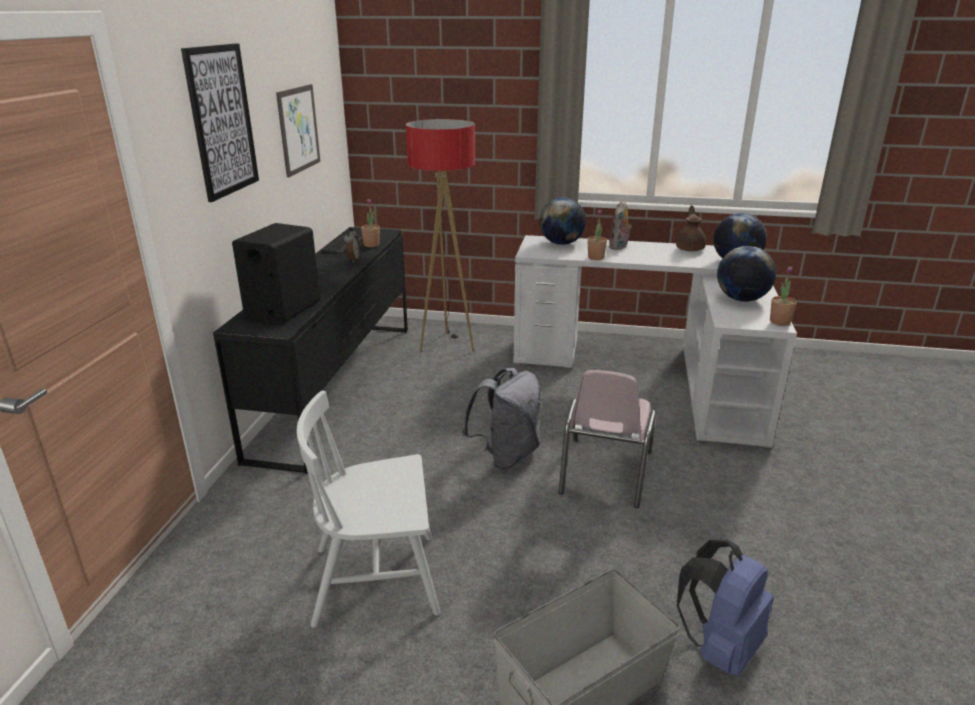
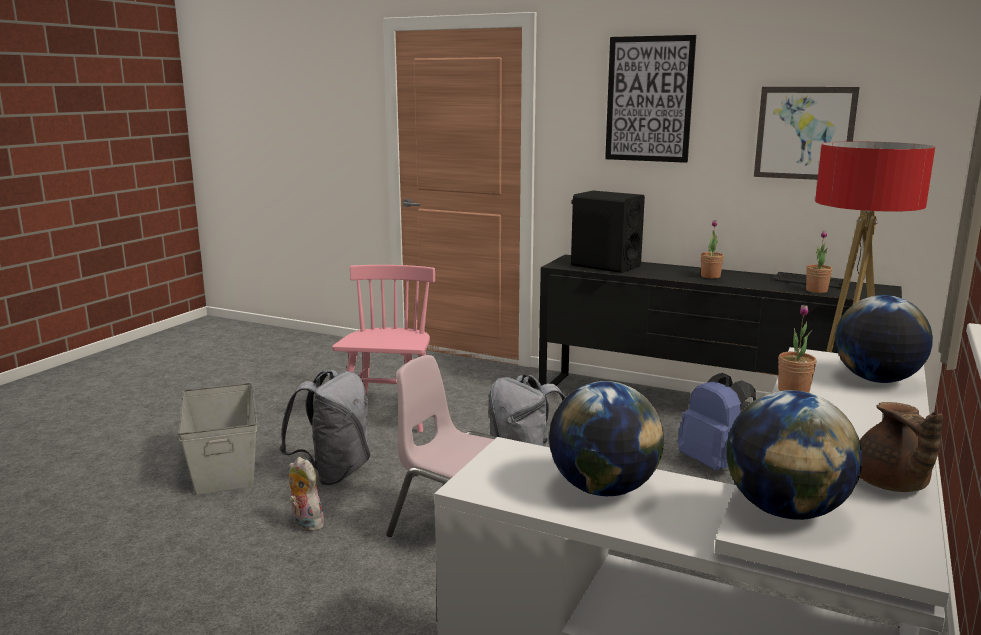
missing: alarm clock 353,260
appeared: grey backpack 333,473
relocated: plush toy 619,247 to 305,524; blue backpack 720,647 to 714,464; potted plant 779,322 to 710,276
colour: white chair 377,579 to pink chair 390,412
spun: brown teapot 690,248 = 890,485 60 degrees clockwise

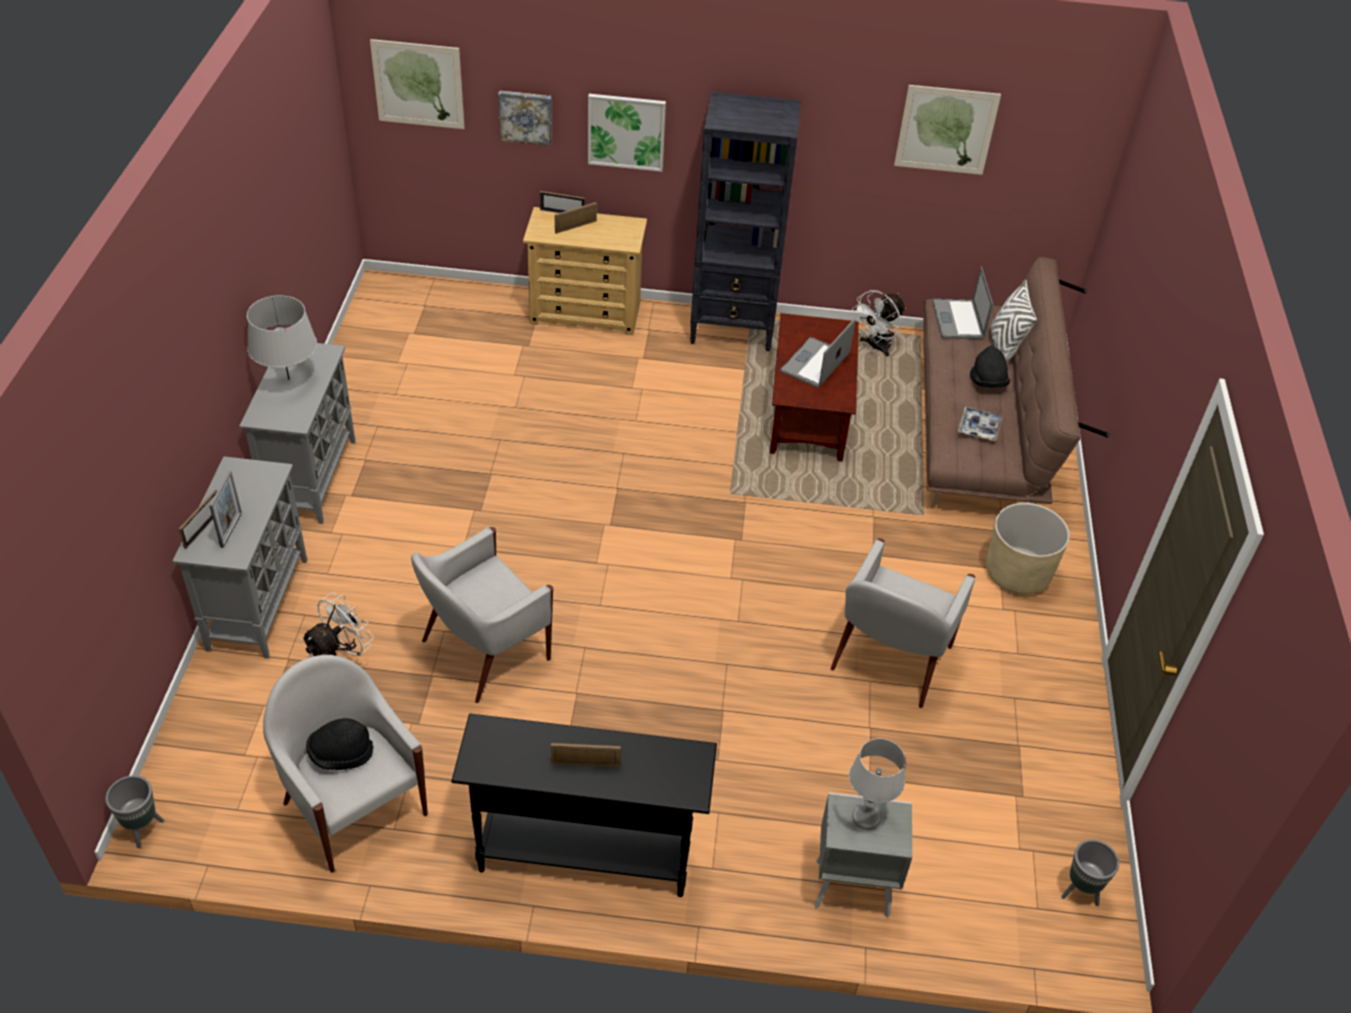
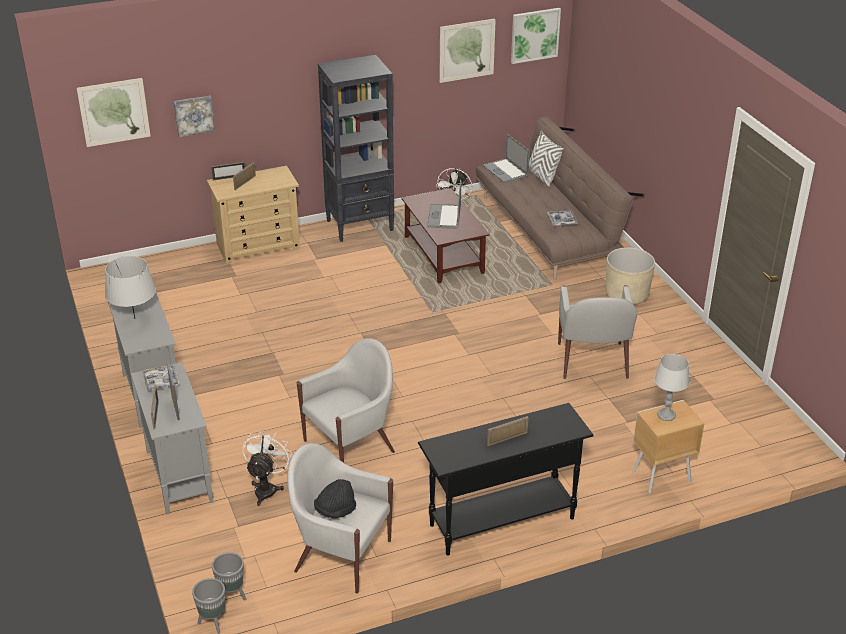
missing: black hat 987,382
appeared: tray 161,381
relocated: grey planter 1080,893 to 232,597; picture 626,131 to 534,35
colour: grey nightstand 850,887 to brown nightstand 659,476
spun: white armchair 483,651 = 351,446 150 degrees counterclockwise

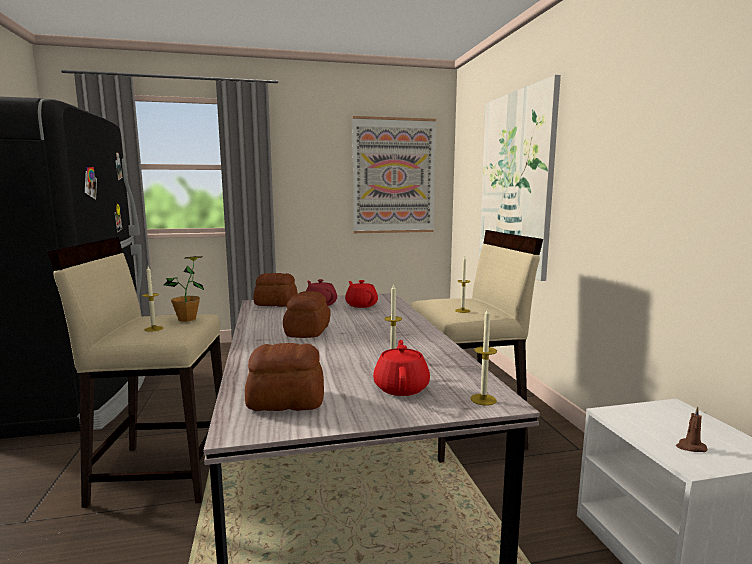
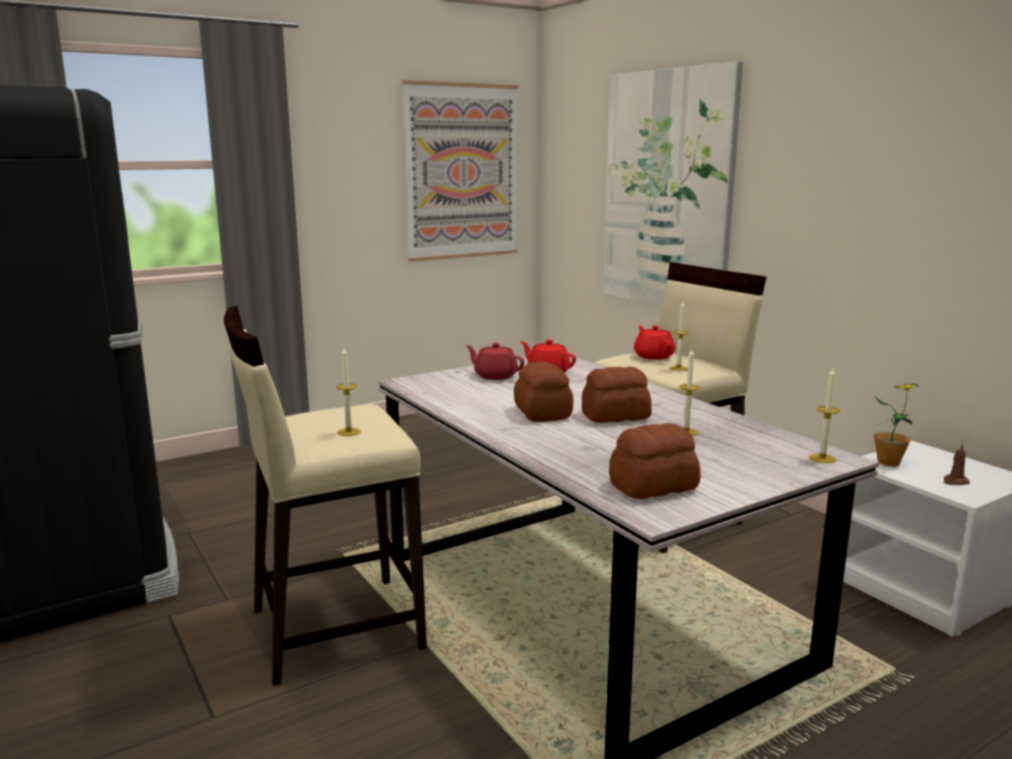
relocated: bread 276,304 to 614,416; red teapot 401,387 to 653,356; potted plant 187,319 to 888,462

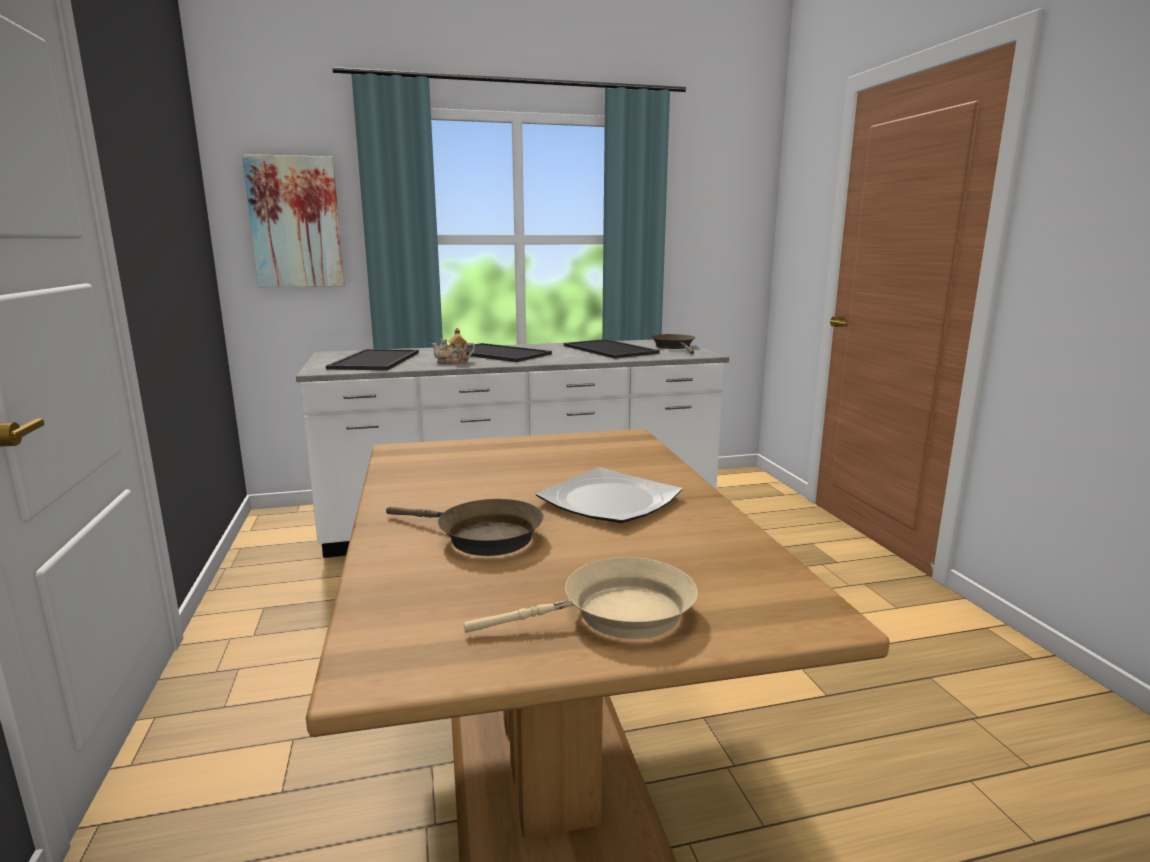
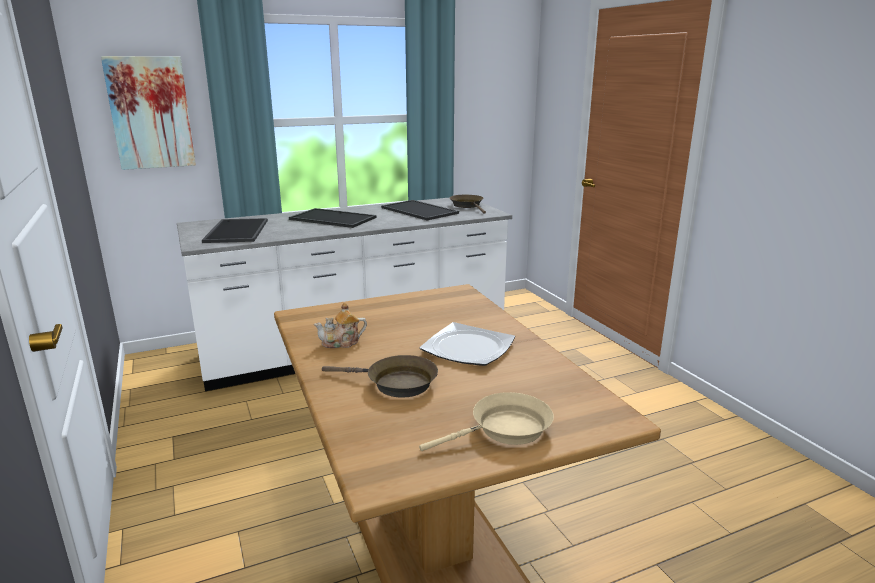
relocated: teapot 453,362 to 341,342

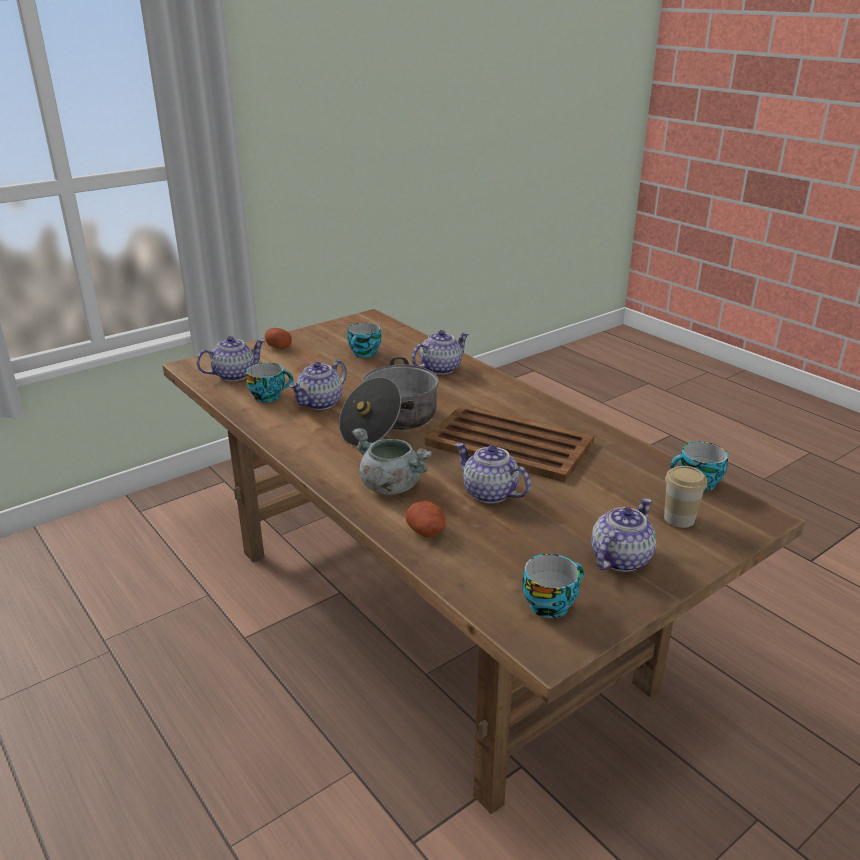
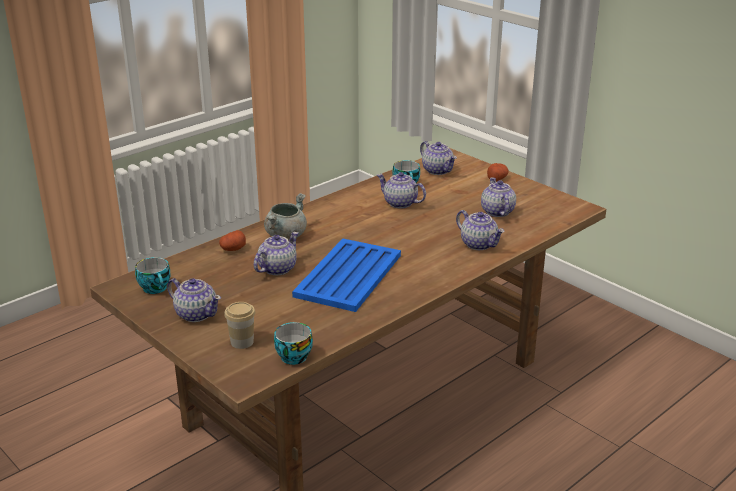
missing: cooking pot 390,423
exchanged: cup 364,353 to teapot 496,211
colour: brown tray 508,443 to blue tray 349,275

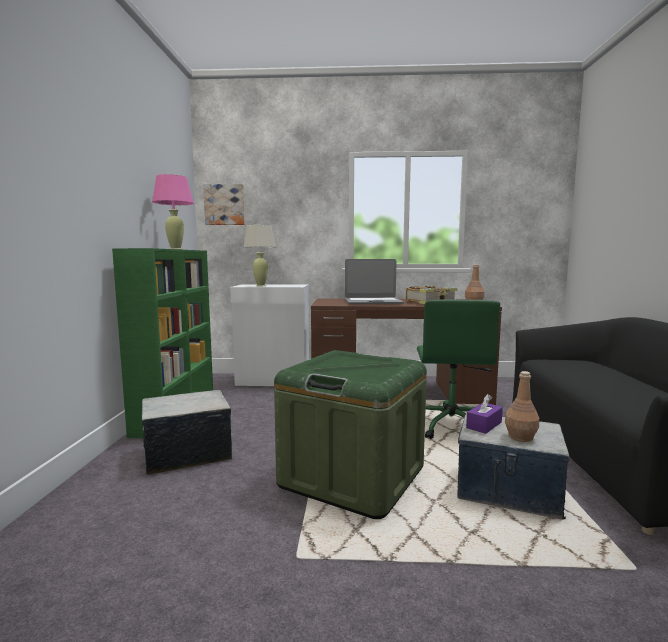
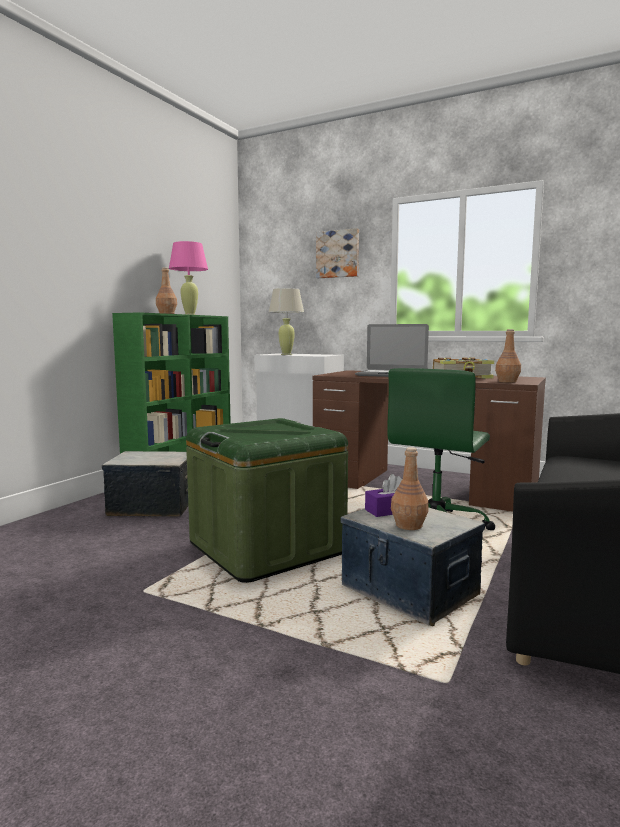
appeared: brown bottle 167,313
relocated: picture 224,205 to 338,254

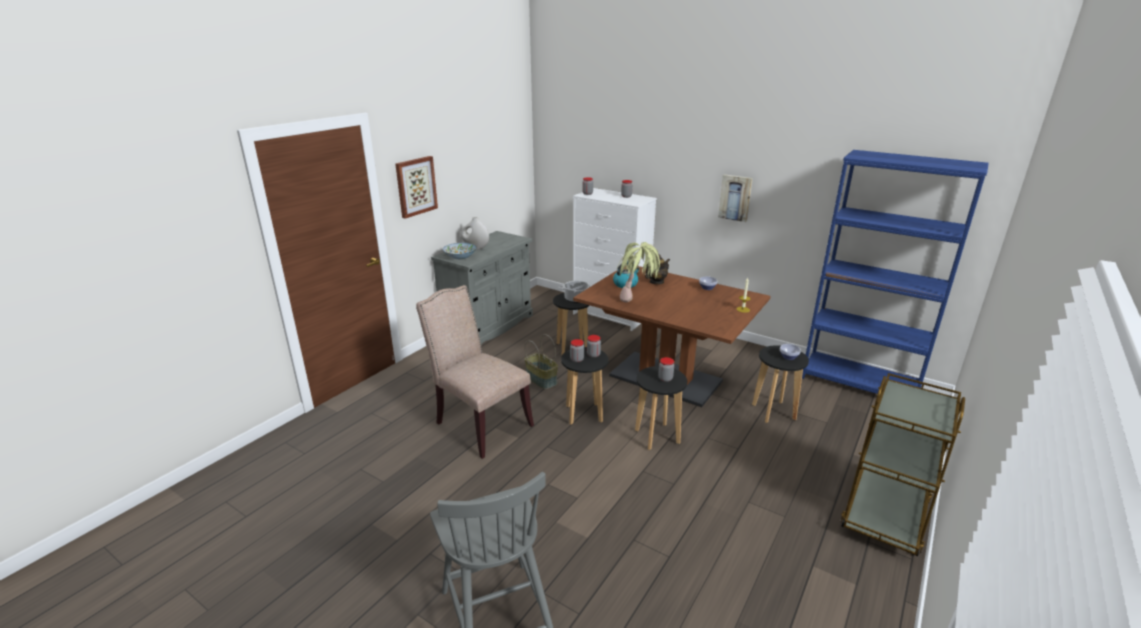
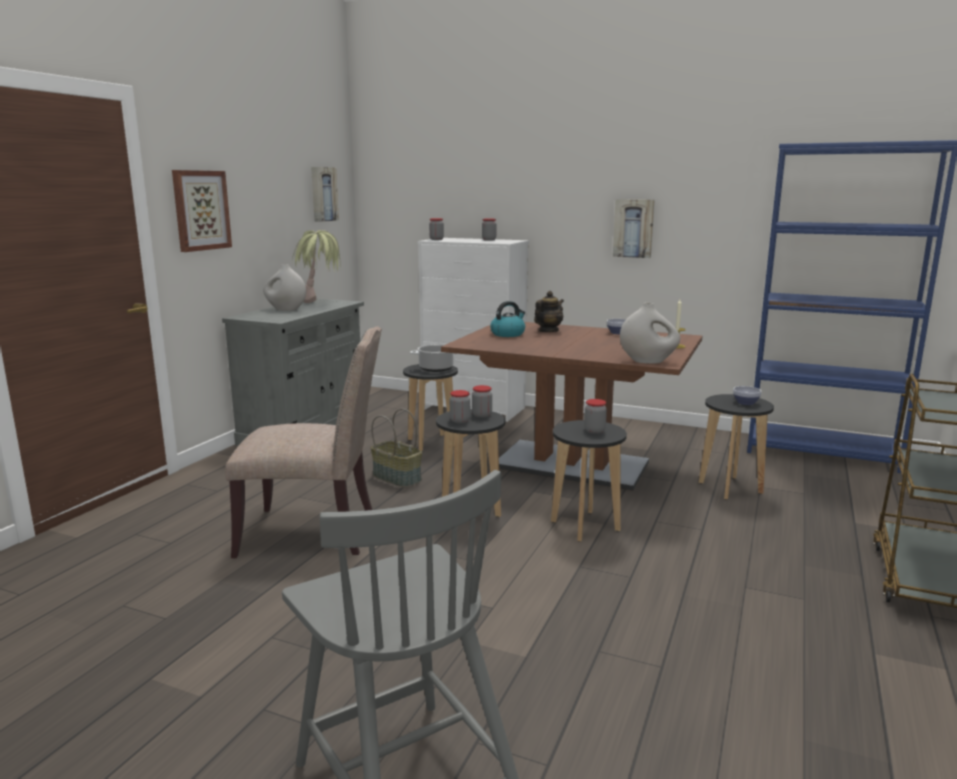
missing: bowl 460,257
appeared: picture 323,194; white vase 648,361
relocated: potted plant 637,305 to 320,304
spun: beige chair 479,424 = 315,533 150 degrees clockwise

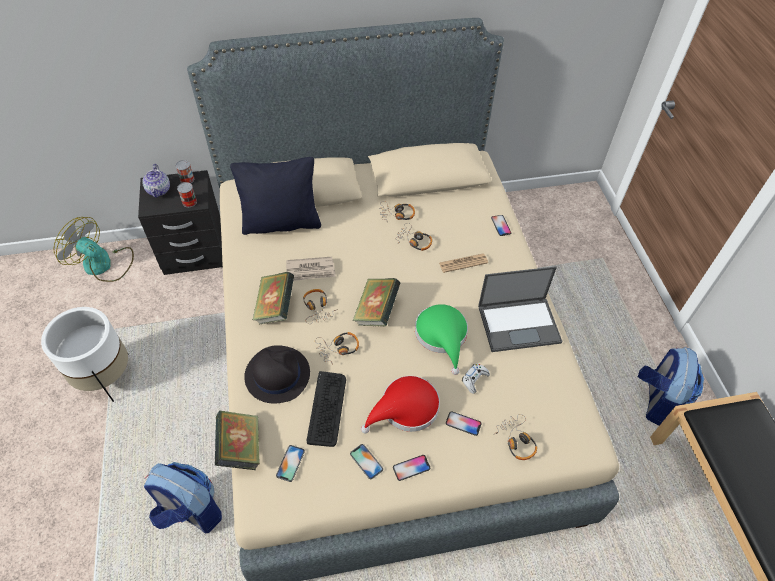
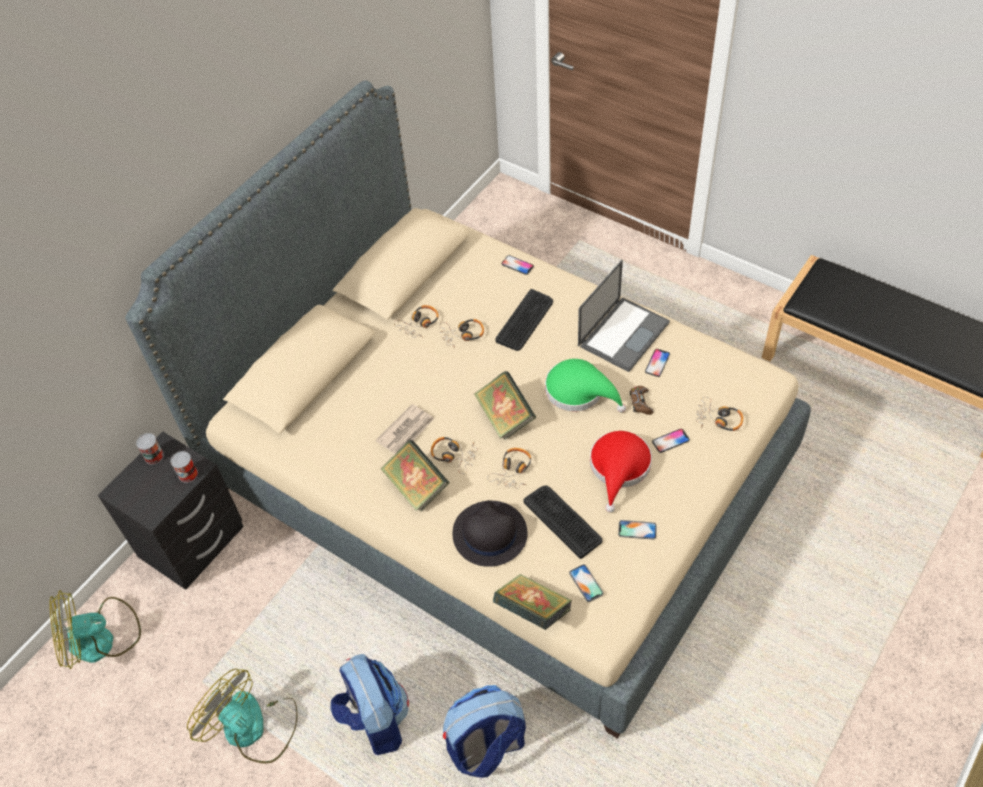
missing: teapot 159,190; black pillow 281,223
relocated: backpack 657,400 to 375,720; phone 411,468 to 657,363
exchanged: white planter 105,376 to fan 253,728; newspaper 463,263 to keyboard 525,321
colour: white game controller 474,379 to brown game controller 640,403

